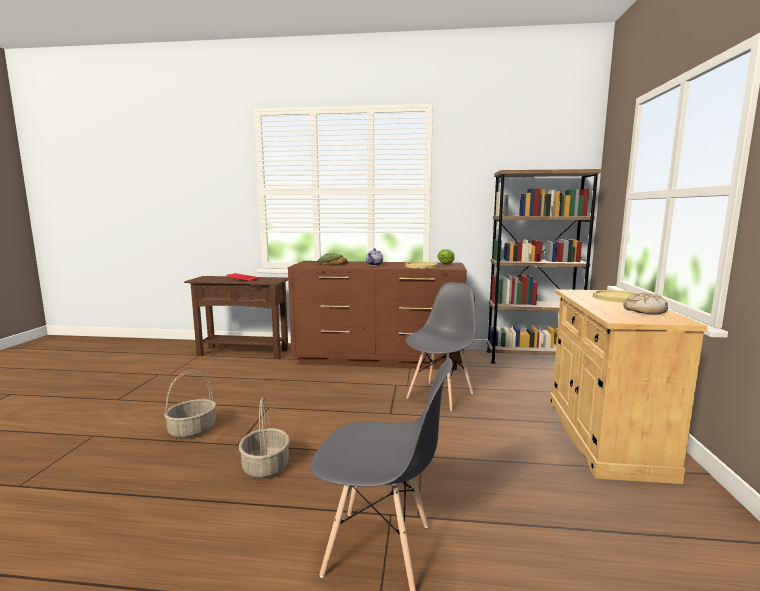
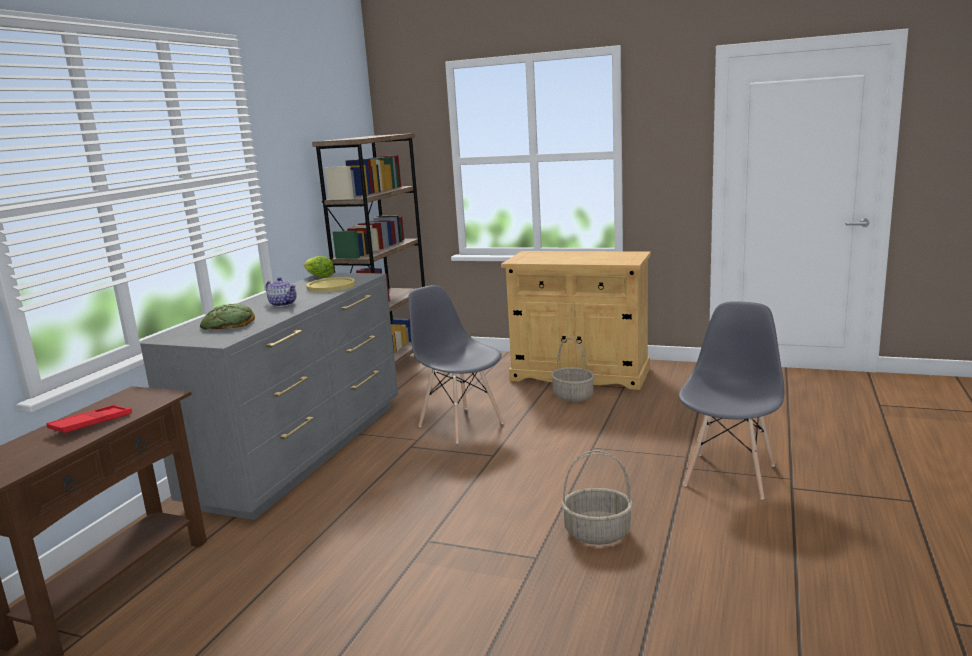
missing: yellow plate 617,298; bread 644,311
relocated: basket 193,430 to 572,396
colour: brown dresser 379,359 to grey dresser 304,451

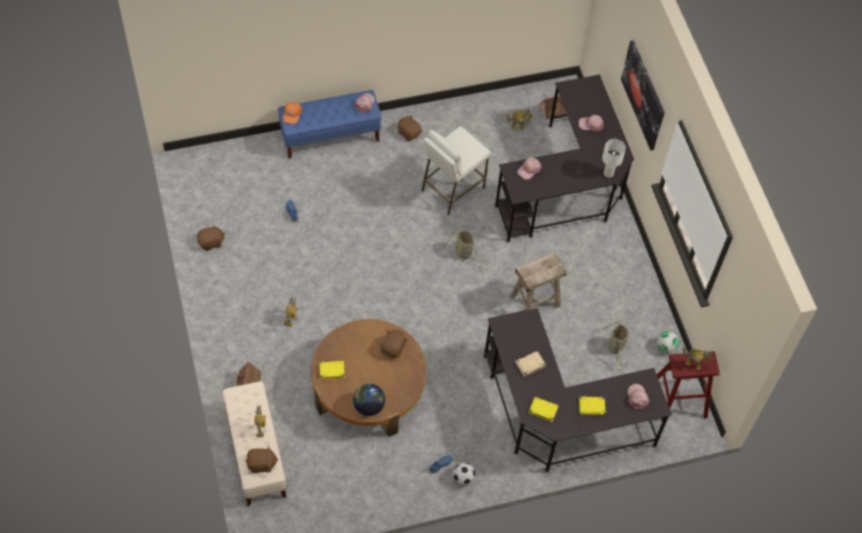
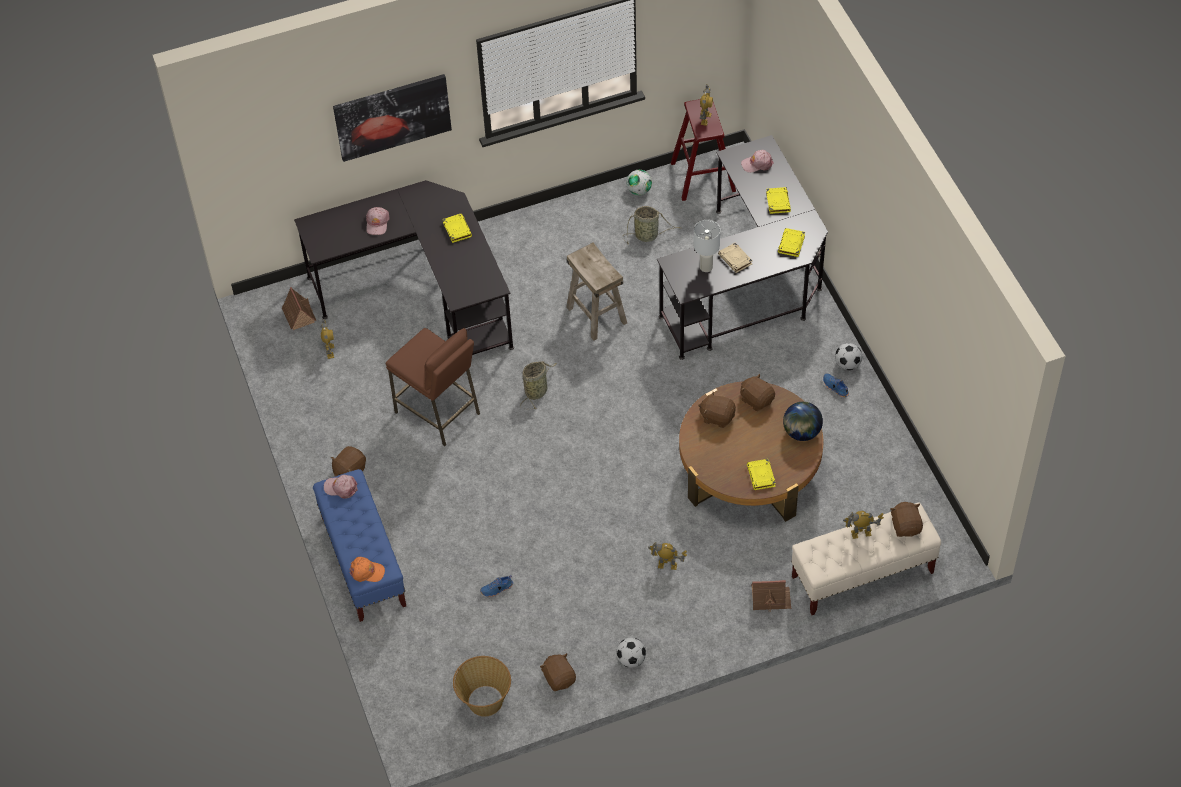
missing: pink cap 529,169
appeared: yellow book 457,229; basket 484,701; football 631,659; brown plush toy 756,399
relocated: white table lamp 608,173 to 706,267
colour: white stool 452,189 to brown stool 438,413

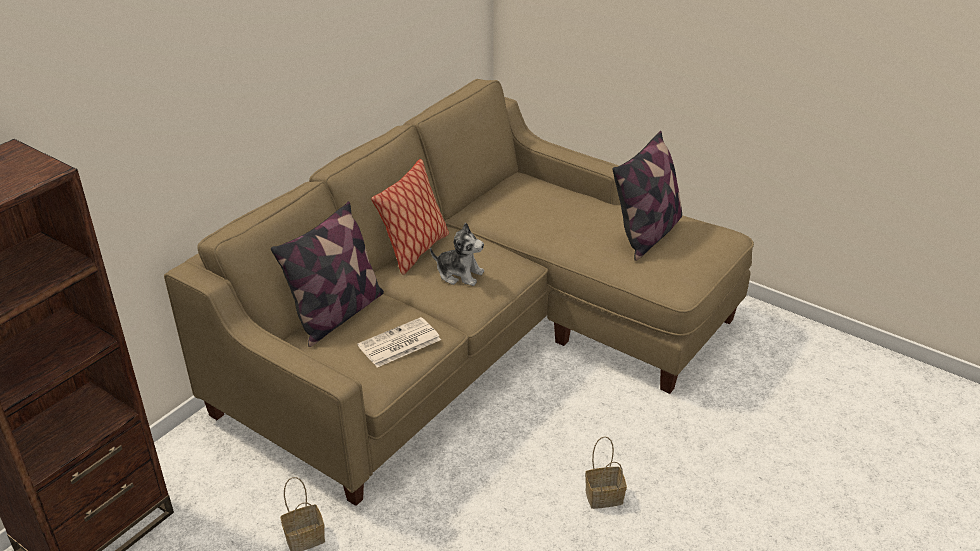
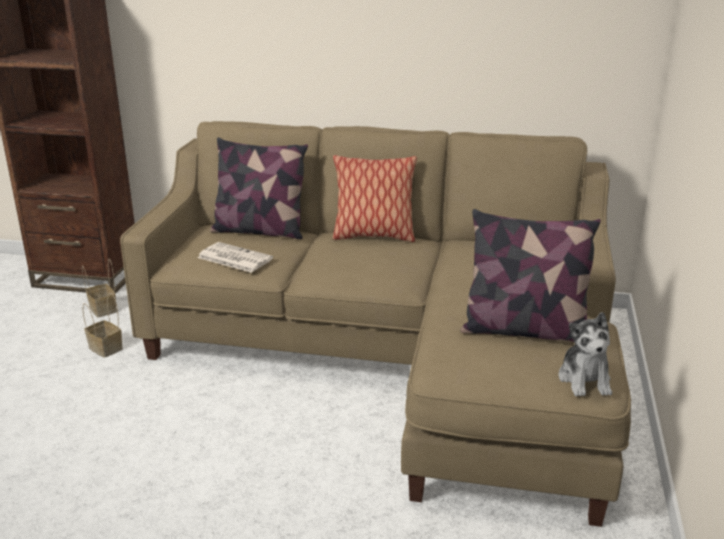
relocated: basket 605,496 to 104,309; plush toy 459,274 to 585,380

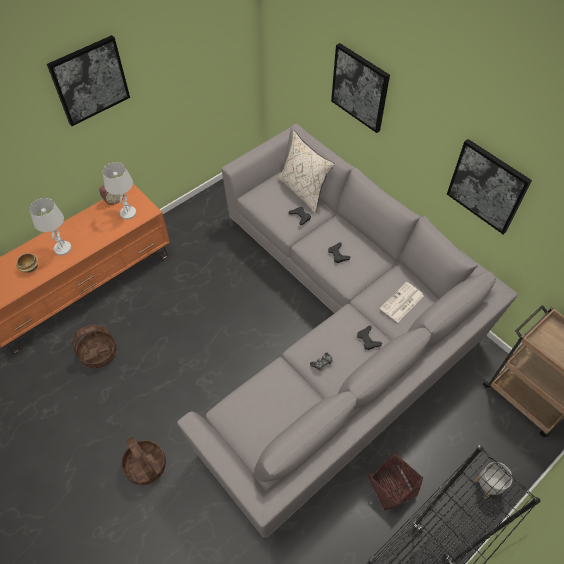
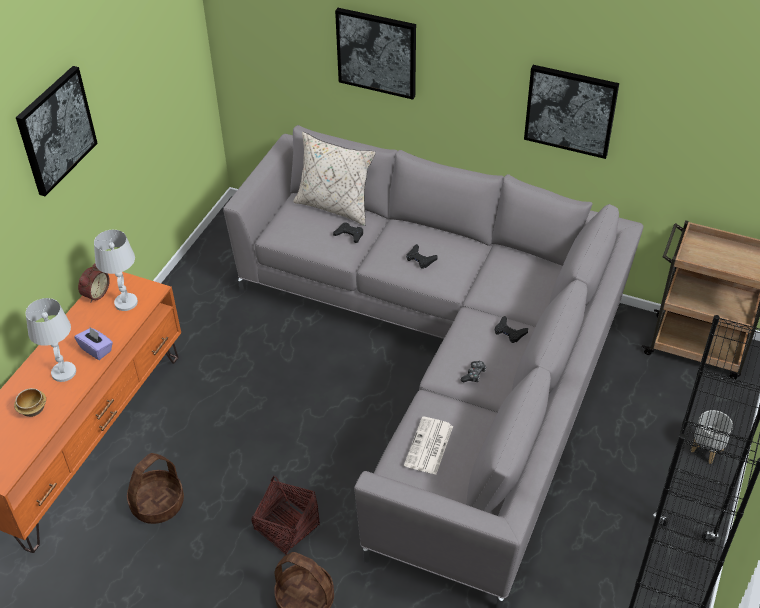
appeared: purple tissue box 96,349
relocated: basket 391,486 to 286,527; newspaper 401,303 to 429,447

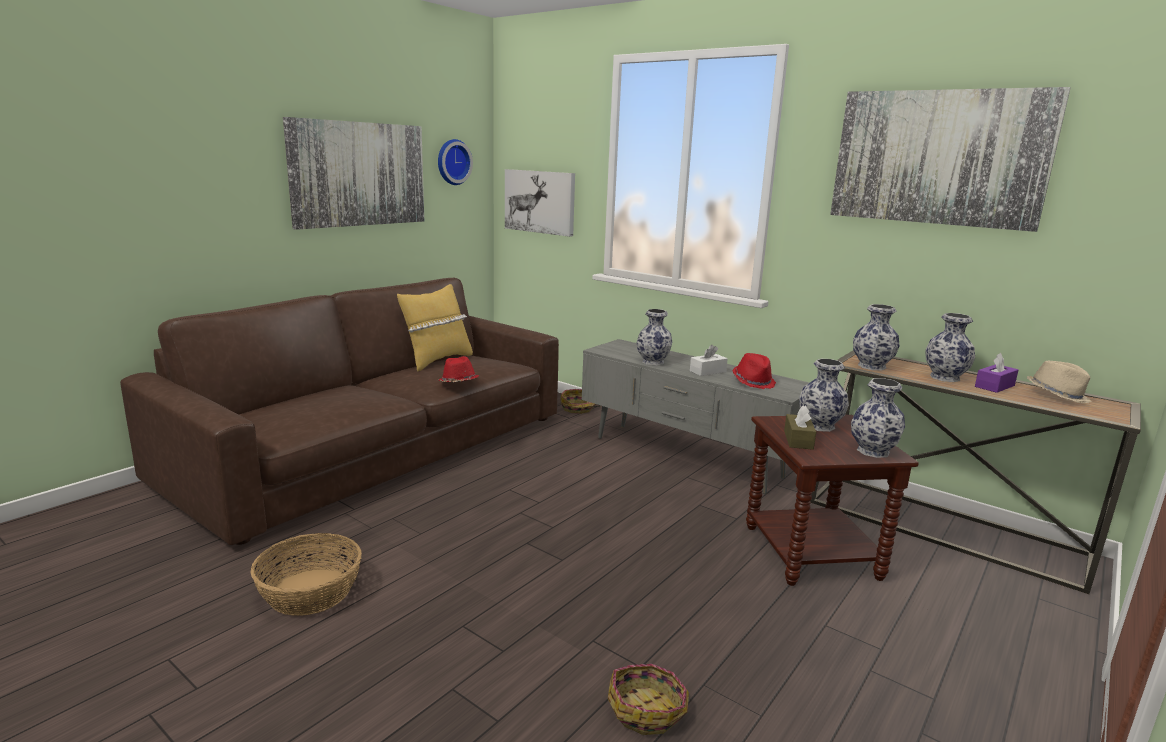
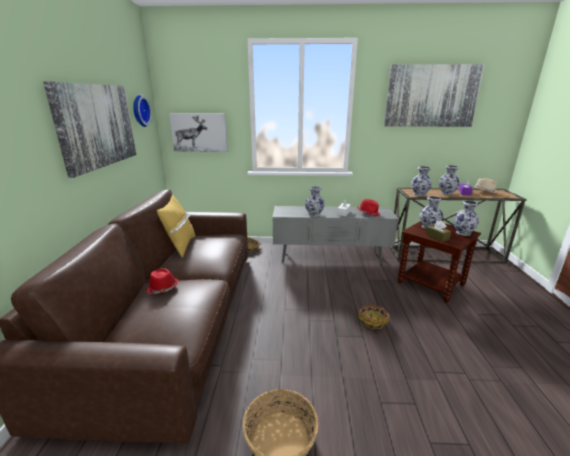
relocated: red hat 458,383 to 163,288; basket 647,709 to 372,320

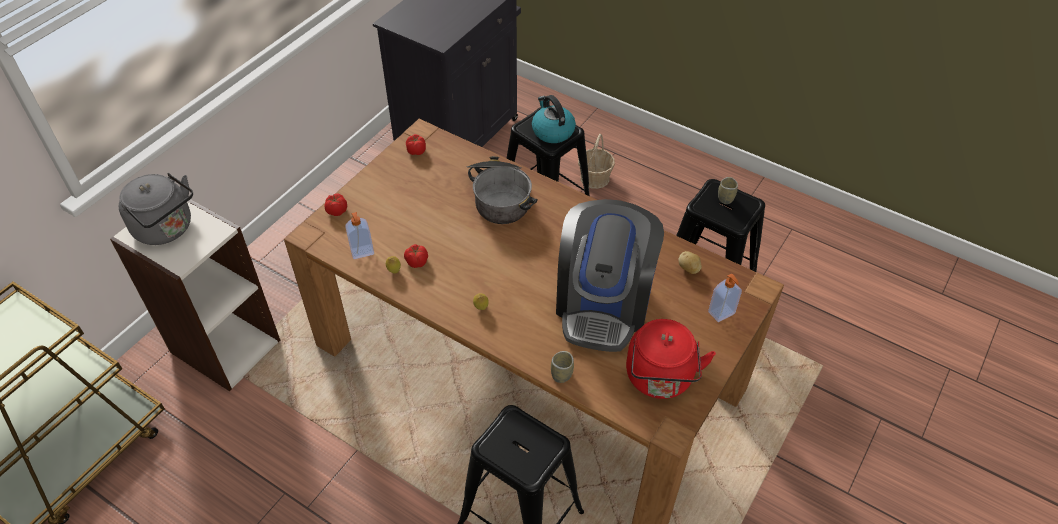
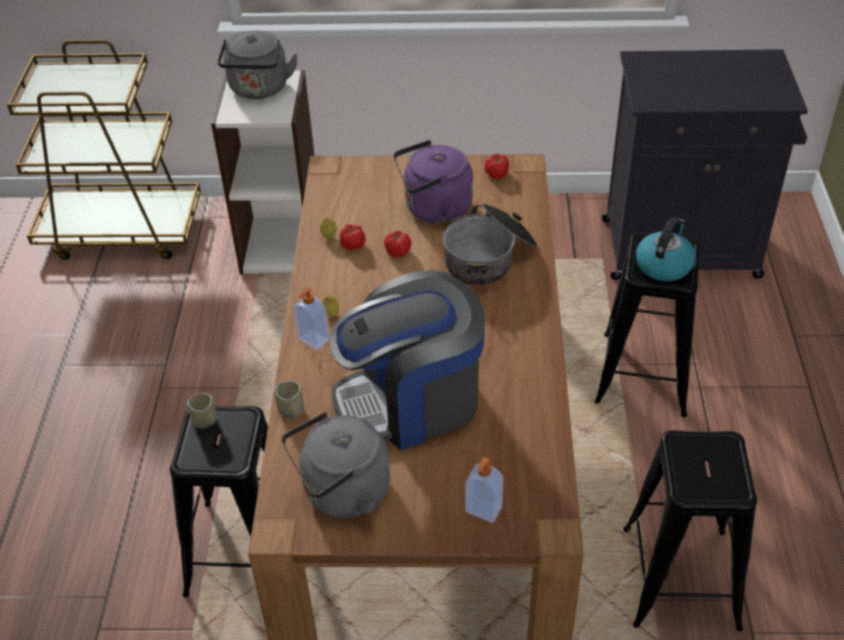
missing: basket 595,178; potato 689,269
appeared: purple kettle 434,209
relocated: cup 725,198 to 204,421; soap dispenser 362,252 to 313,340; tomato 336,211 to 397,252
colour: red kettle 660,380 to grey kettle 342,493

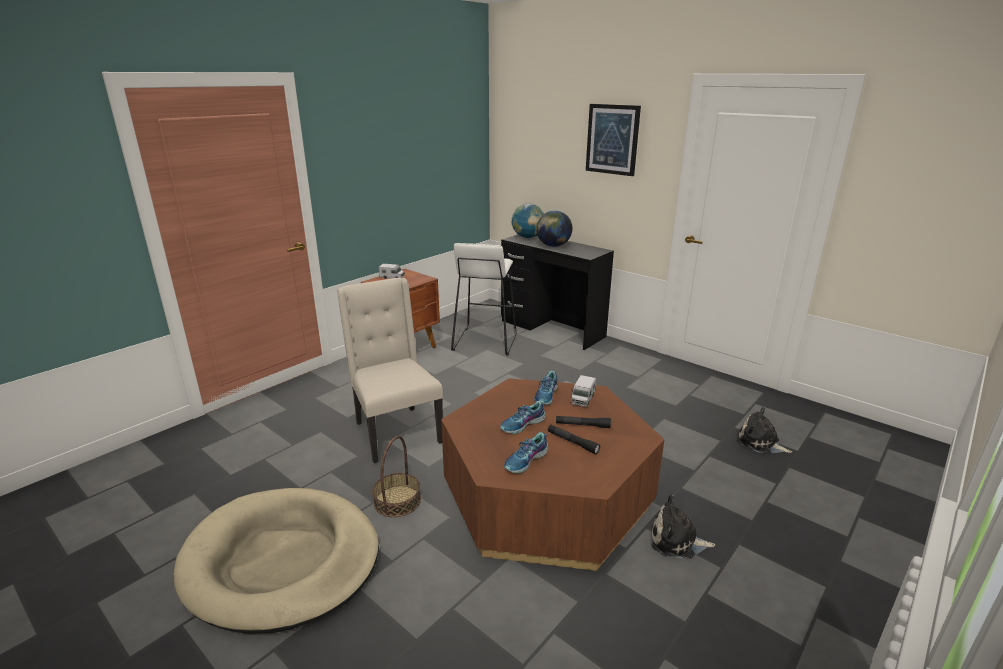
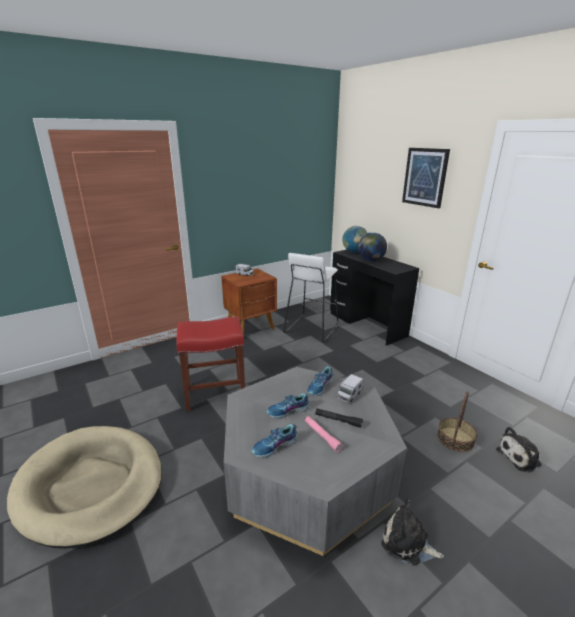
relocated: basket 397,501 to 455,438
exchanged: beige chair 395,432 to red stool 216,393
colour: brown coffee table 547,498 to grey coffee table 307,473; black flashlight 572,442 to pink flashlight 322,436
spun: plush toy 760,443 = 520,457 75 degrees counterclockwise

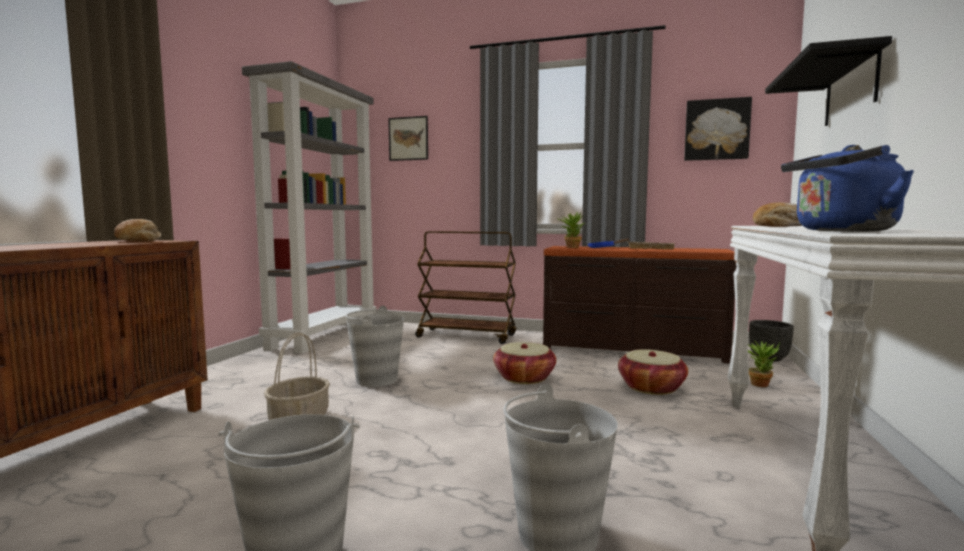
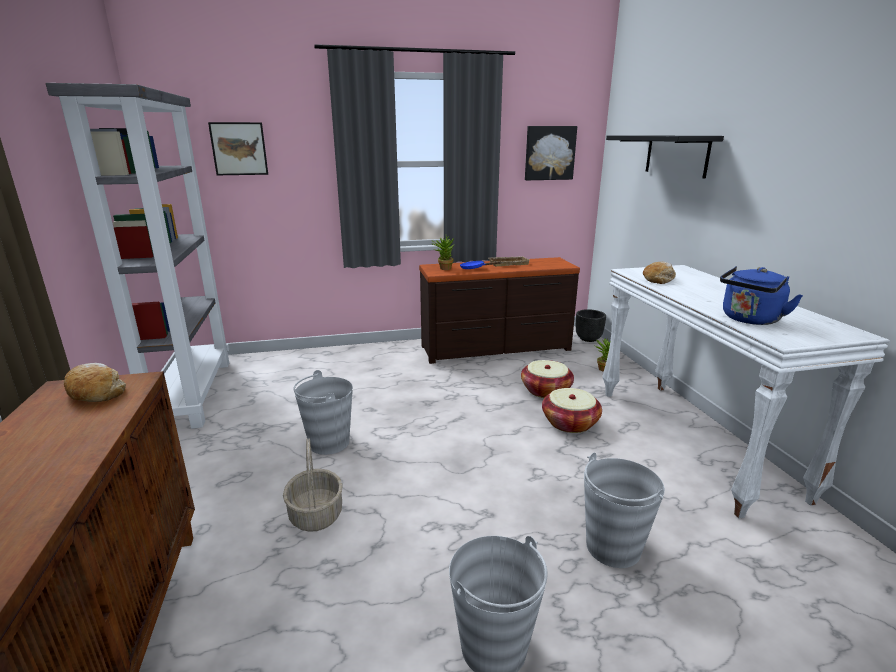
missing: brown cart 467,336
relocated: basket 524,378 to 570,423

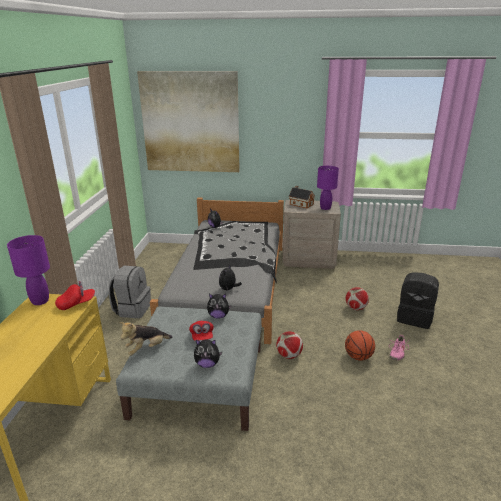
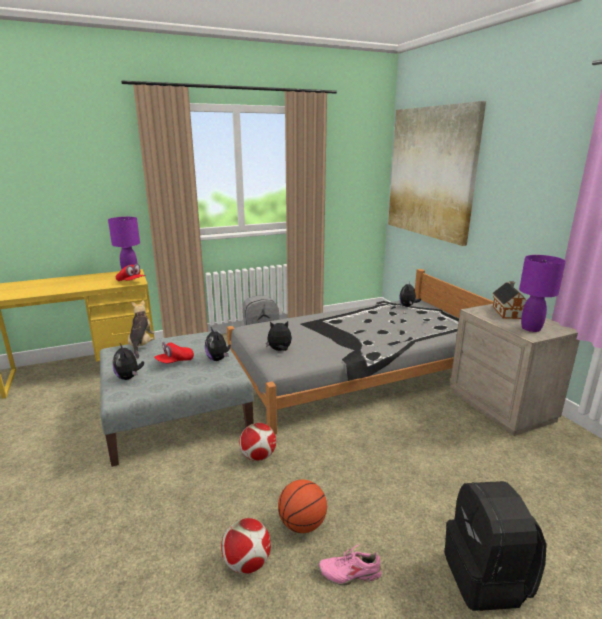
relocated: football 356,308 to 247,563
spun: plush toy 147,349 = 142,345 60 degrees clockwise

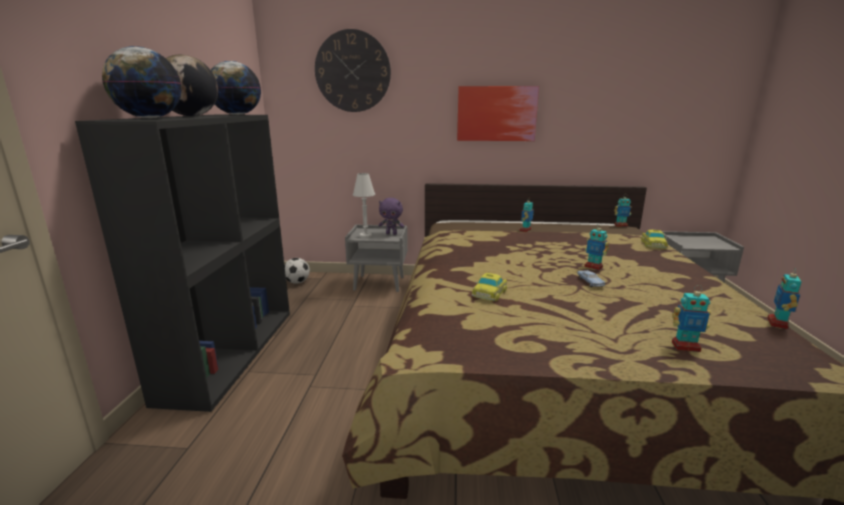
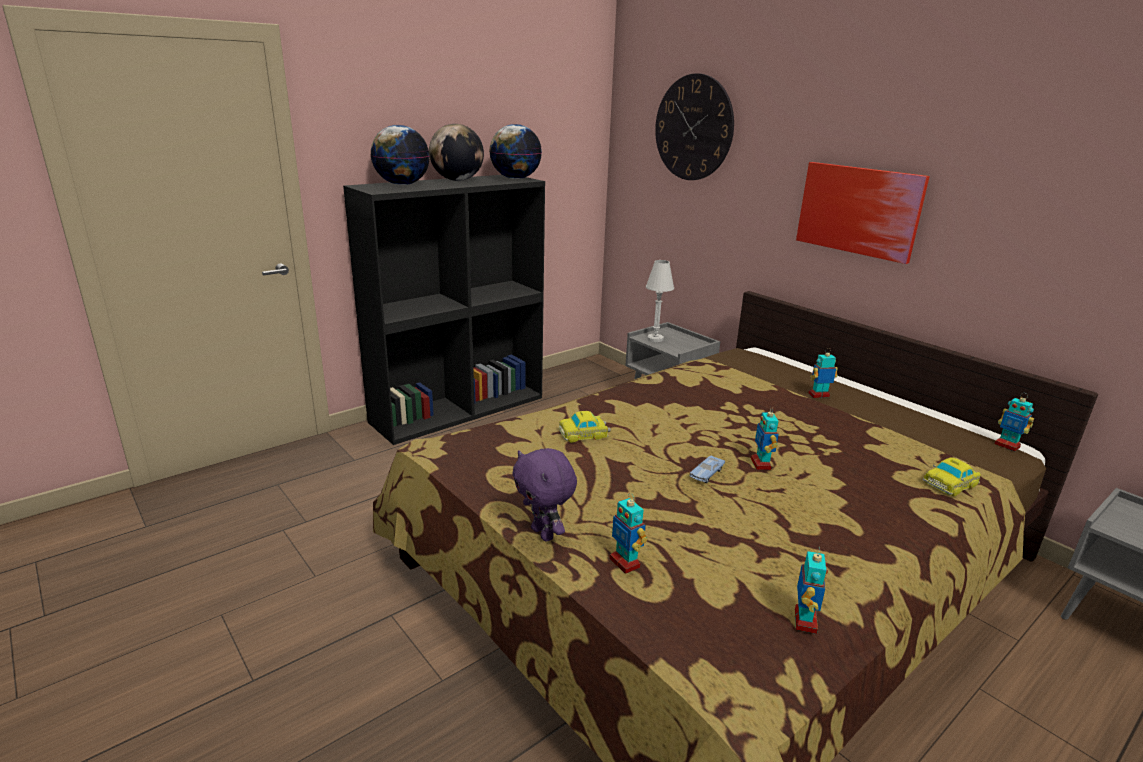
missing: football 297,282
relocated: purple plush toy 391,234 to 544,534
spun: toy robot 778,323 = 804,621 120 degrees clockwise

